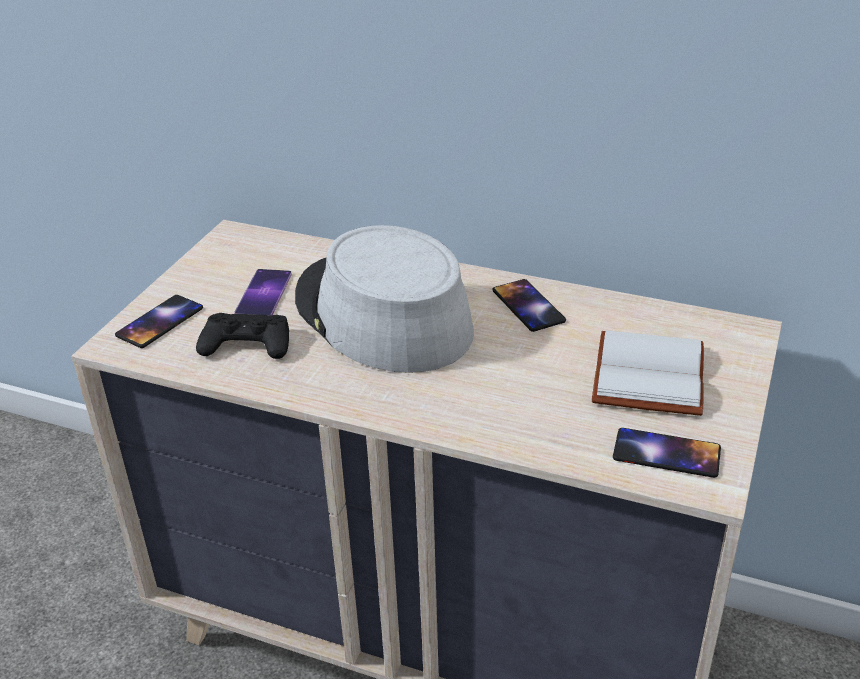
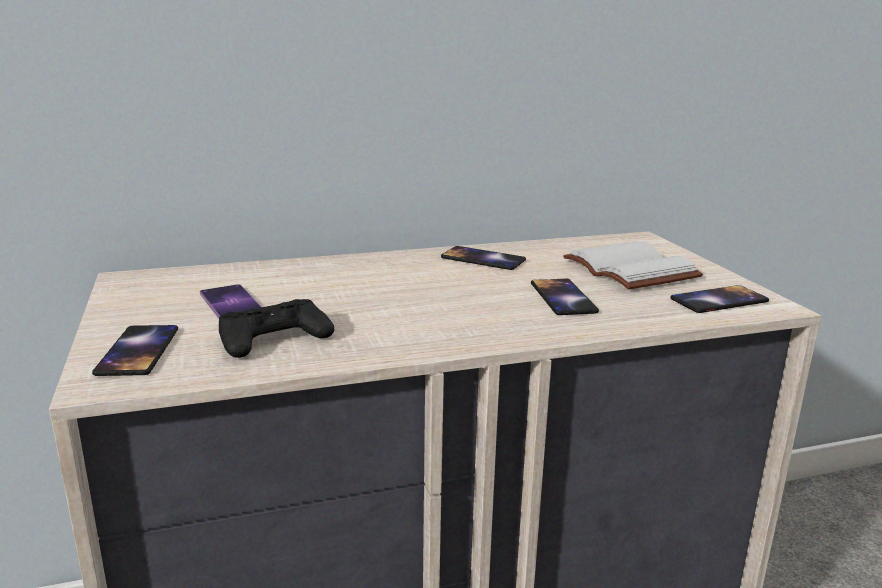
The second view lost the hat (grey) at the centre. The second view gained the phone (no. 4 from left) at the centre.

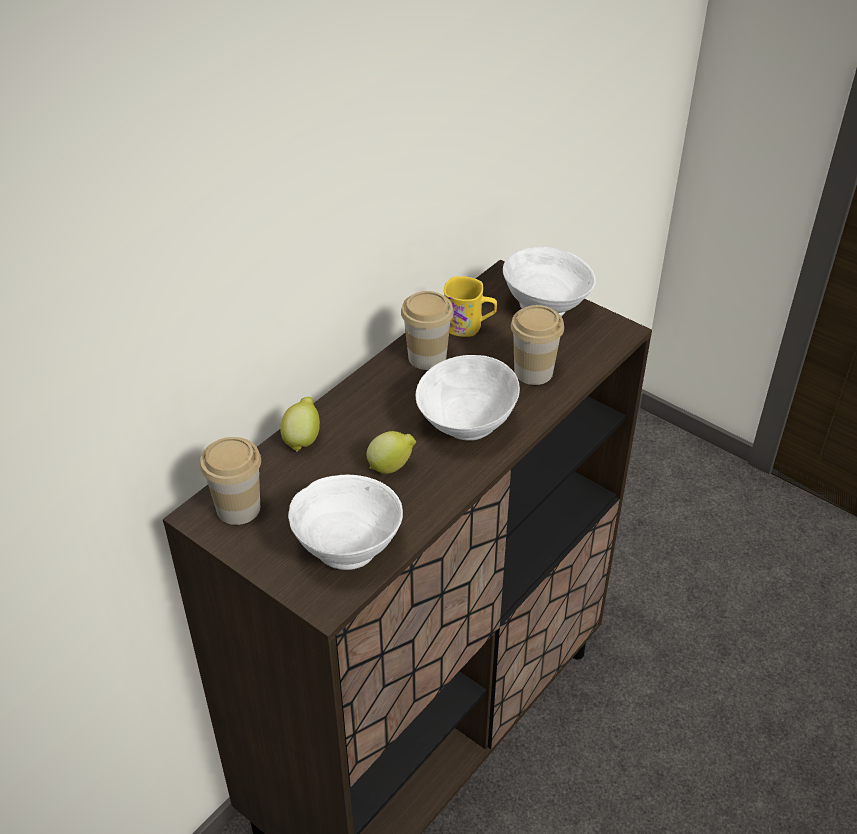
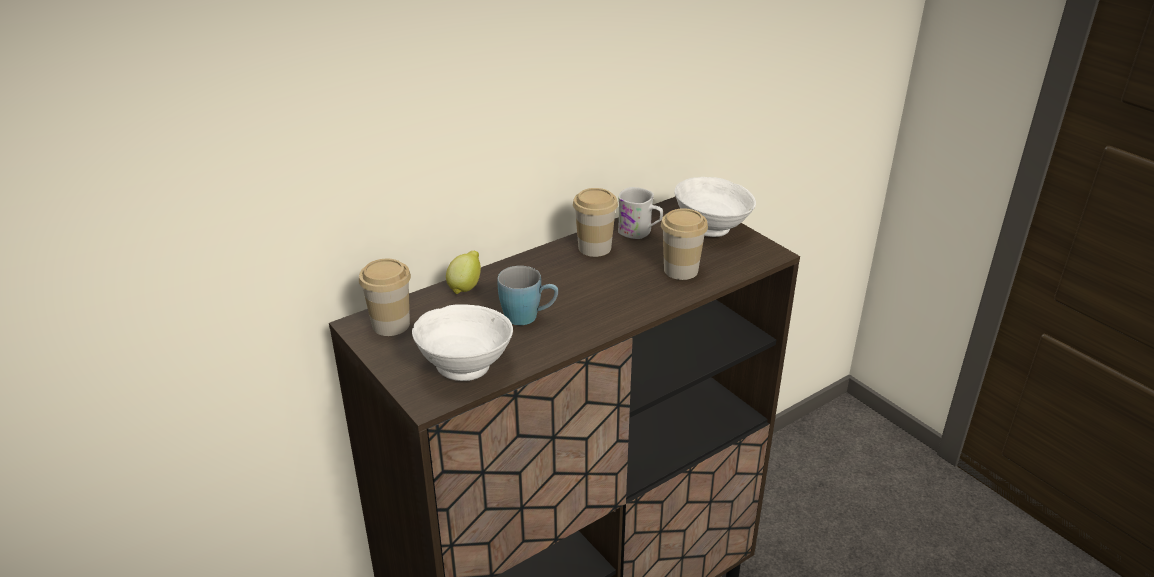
What was the mug (yellow) at the centre turned into the mug (white) at the centre. The second view lost the bowl (white) (no. 2 from left) at the centre. Where the lemon (no. 2 from left) stood at the centre, the mug (blue) came to stand at the centre.

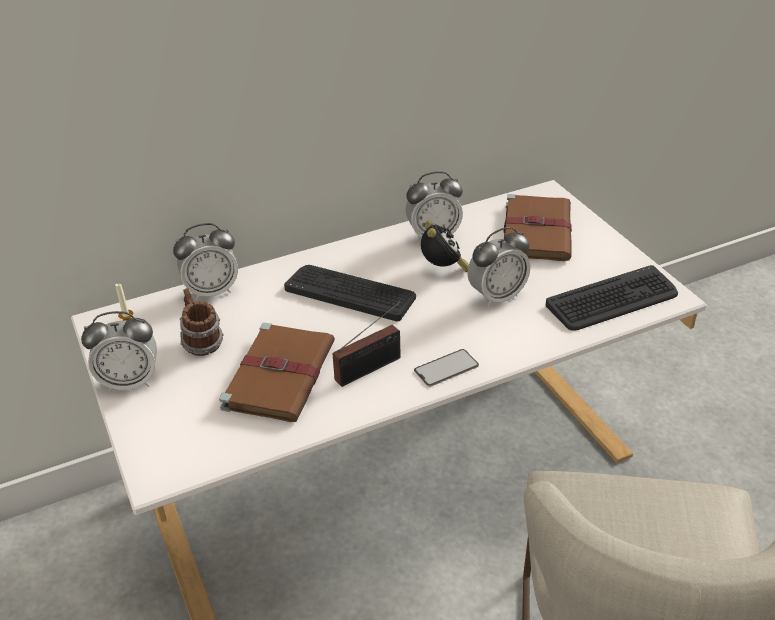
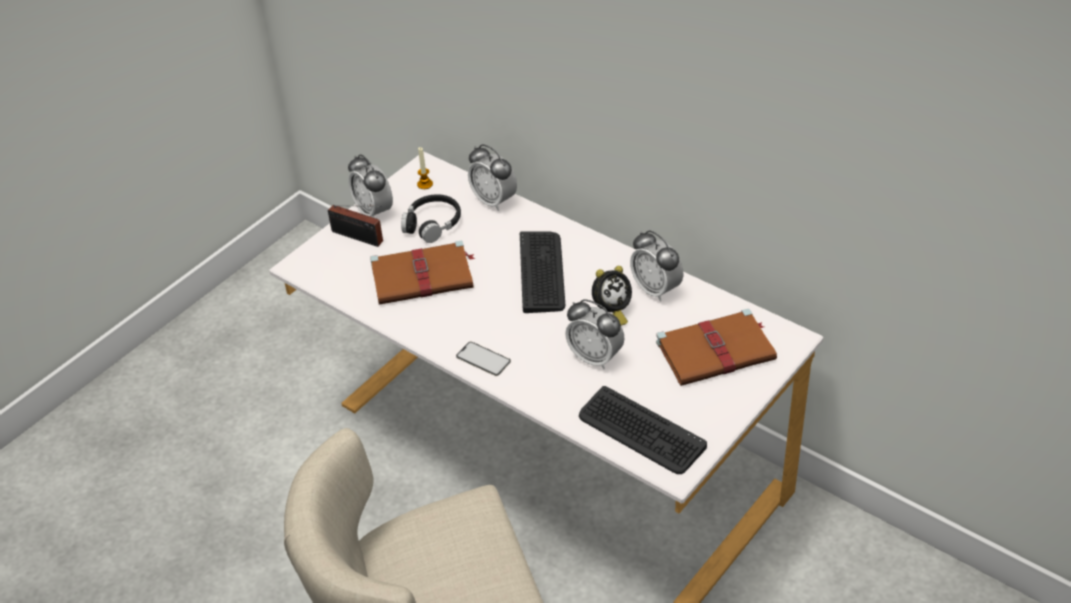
Where the mug stood at the middle left, the headphones (black) came to stand at the centre. The radio ended up elsewhere, having gone from the centre to the middle left.

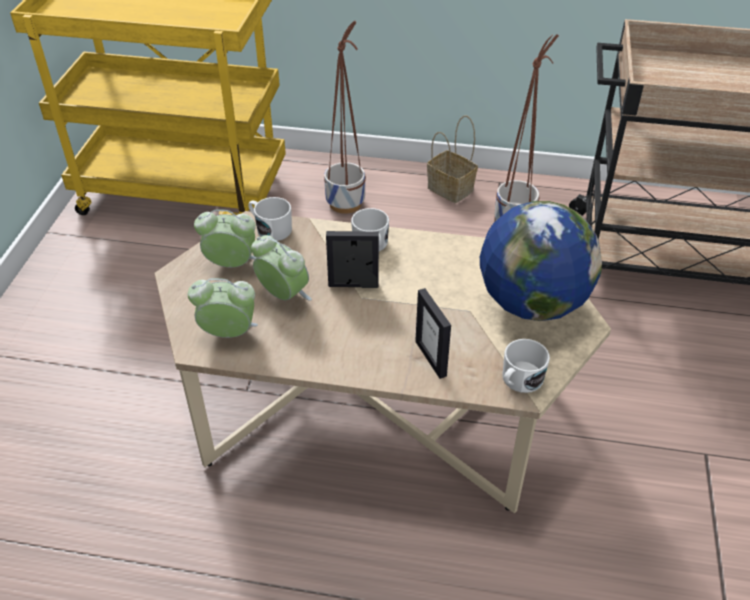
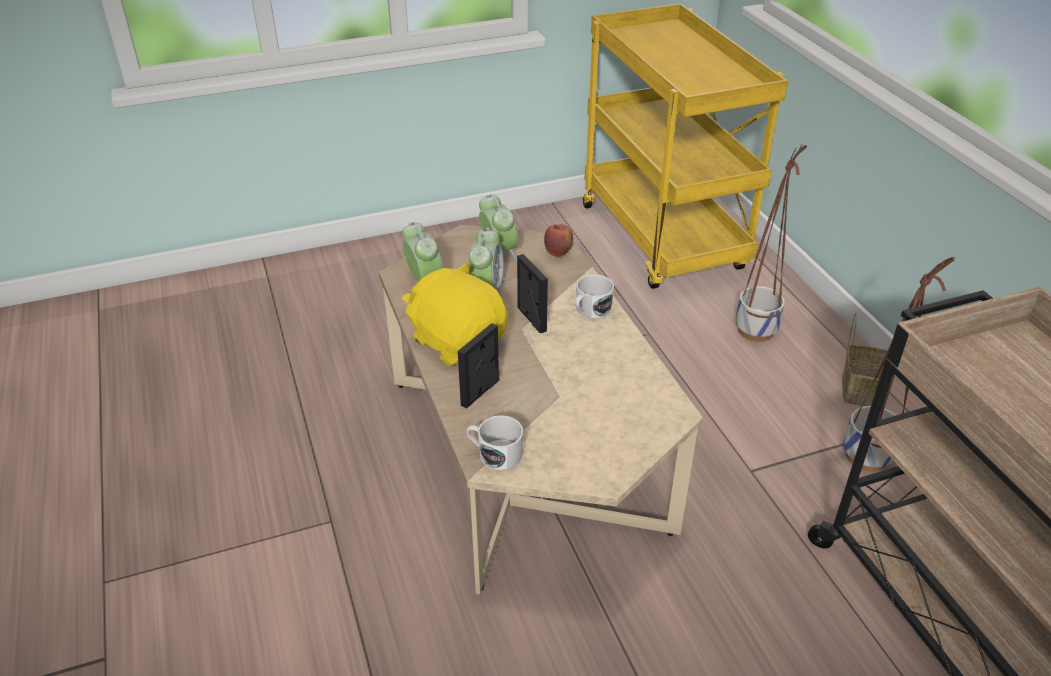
Where the mug (white) (no. 1 from left) stood at the centre, the apple came to stand at the centre. The second view lost the globe at the middle right. The second view gained the plush toy (yellow) at the centre.

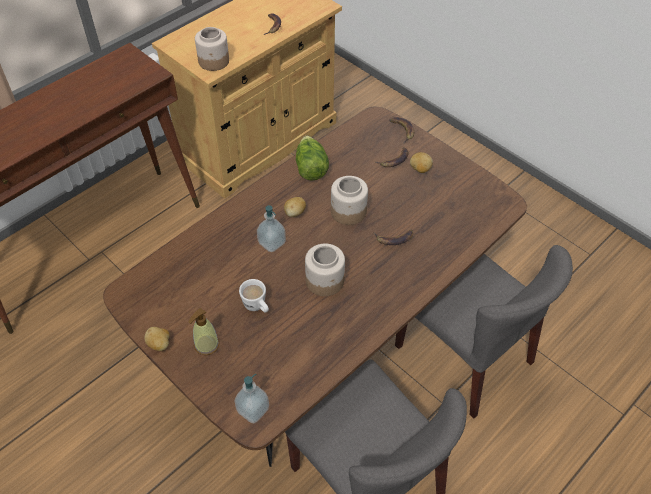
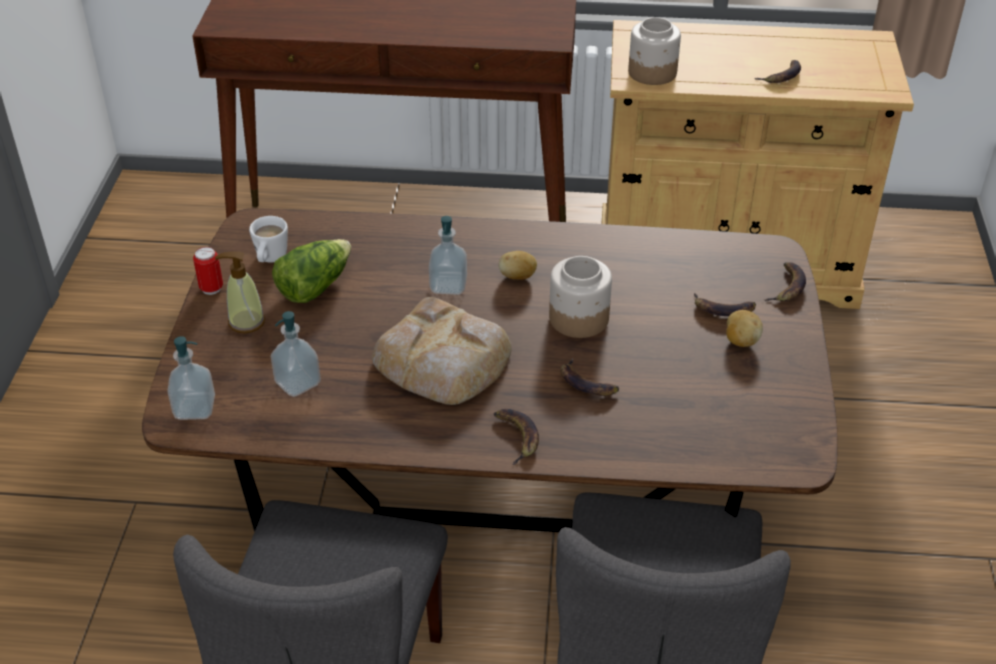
The lettuce ended up elsewhere, having gone from the top centre to the middle left. Where the jar (no. 2 from left) stood at the centre, the bread came to stand at the centre. The mug (white) ended up elsewhere, having gone from the centre to the middle left. Where the potato (no. 1 from left) stood at the bottom left, the can came to stand at the middle left. The second view gained the soap dispenser (no. 3 from left) at the middle left. The second view gained the banana (no. 1 from left) at the centre.

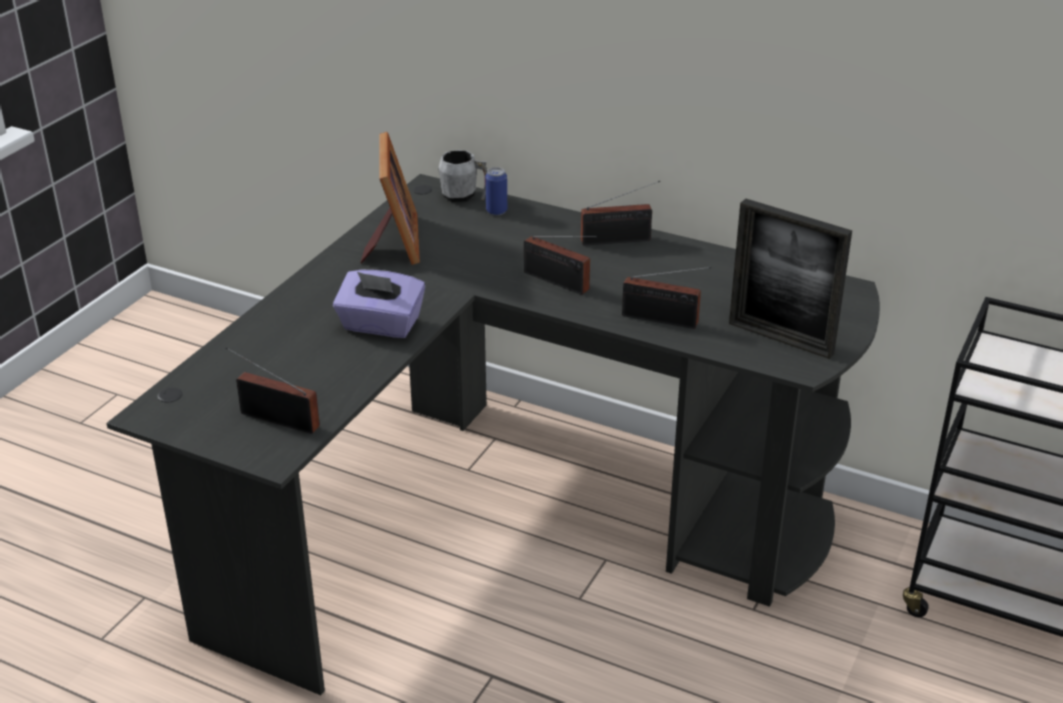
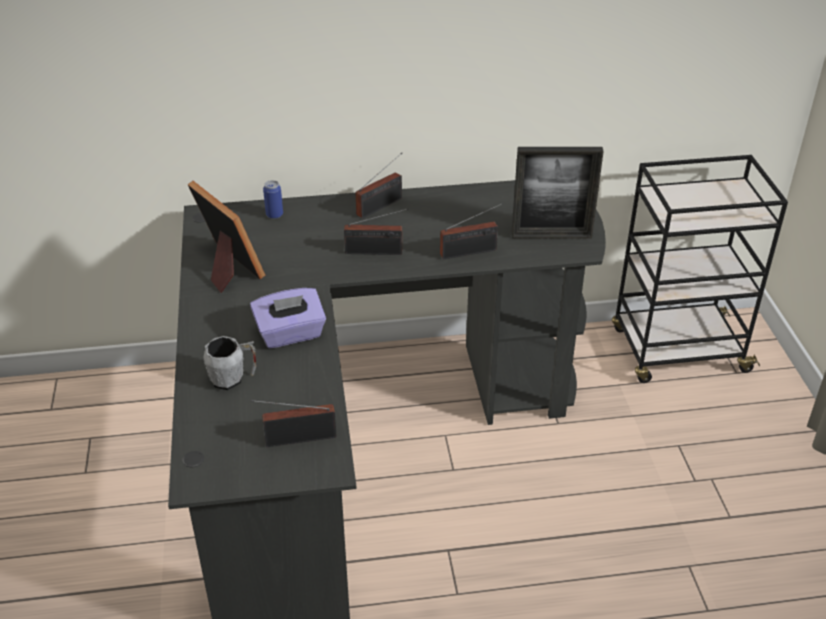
The mug (grey) ended up elsewhere, having gone from the top centre to the middle left.

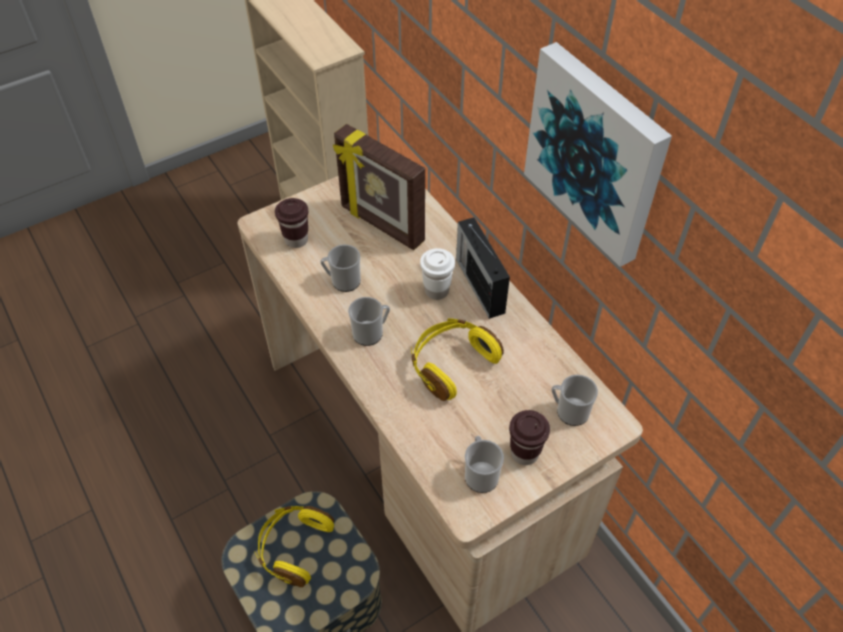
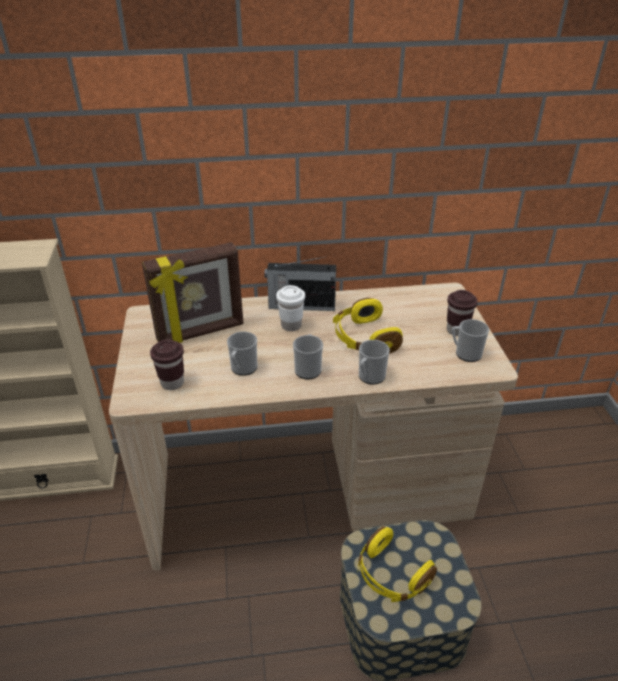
The second view lost the picture at the top right. The mug (no. 4 from left in the first image) ended up elsewhere, having gone from the middle right to the centre.

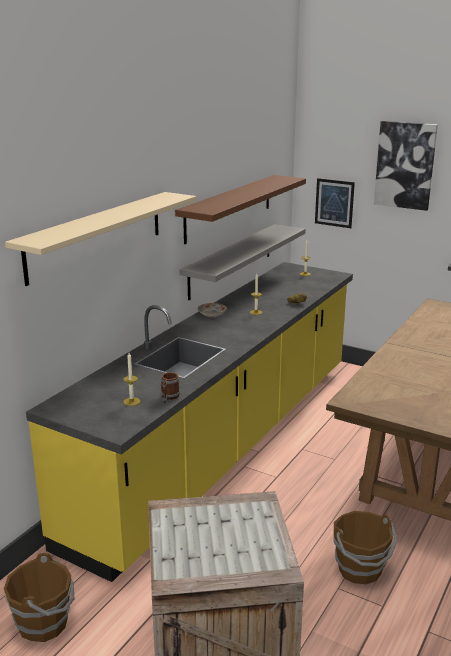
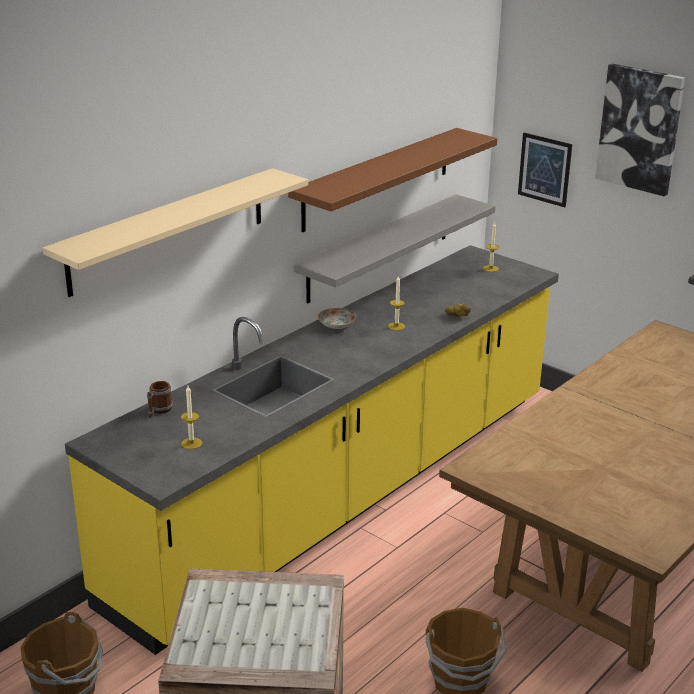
The mug ended up elsewhere, having gone from the centre to the middle left.

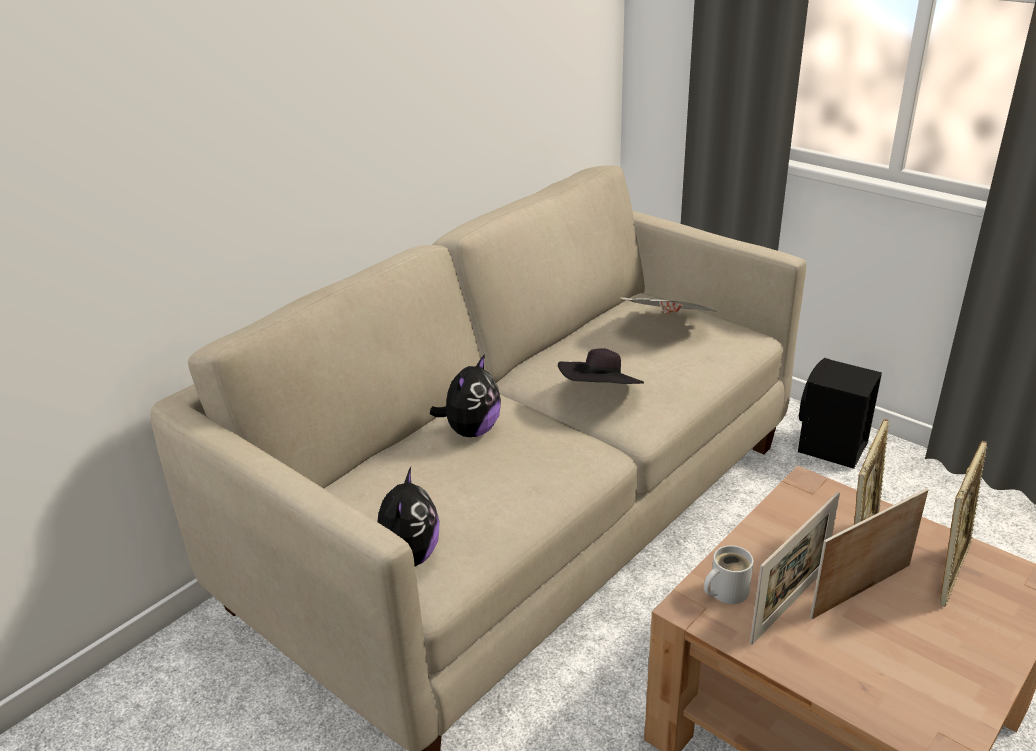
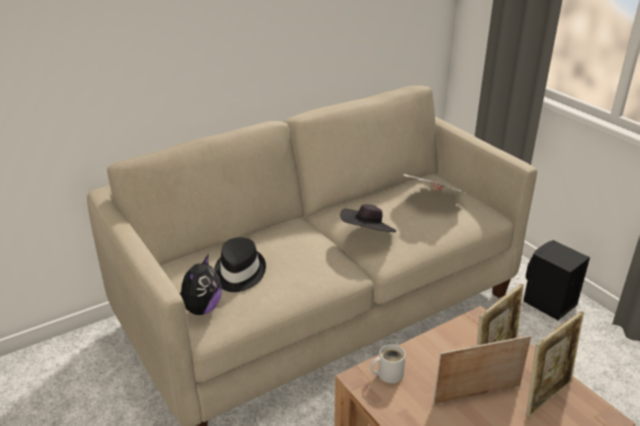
The second view lost the plush toy (no. 2 from left) at the centre. The second view lost the picture frame (no. 1 from left) at the bottom right. The second view gained the hat (black) (no. 1 from left) at the centre.

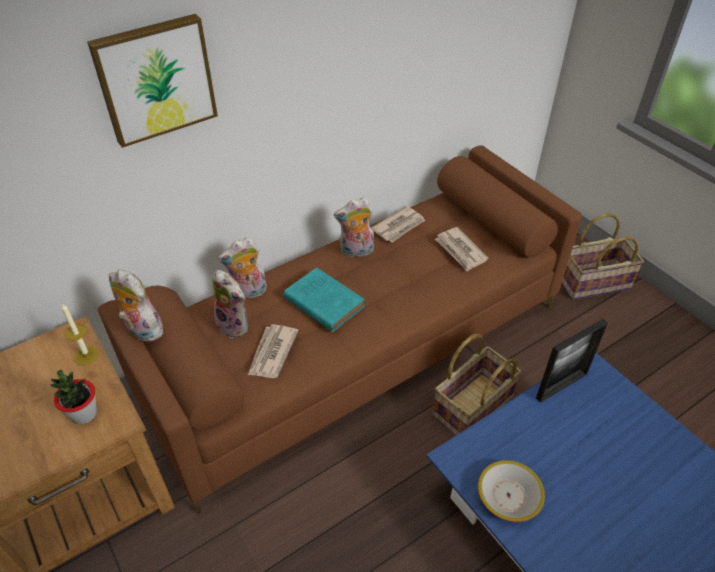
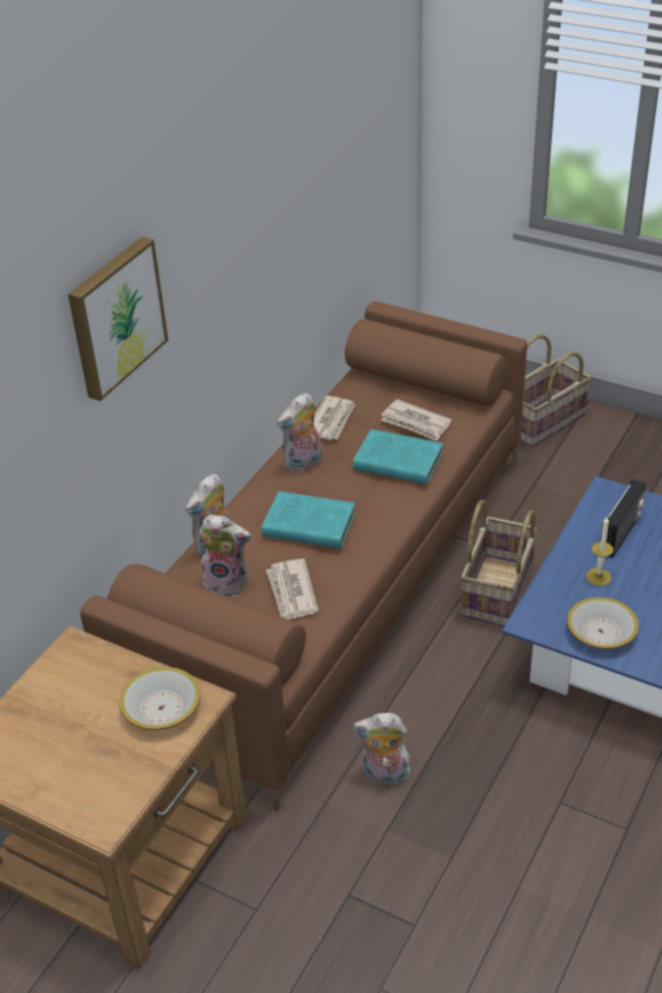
The plush toy (no. 1 from left in the first image) ended up elsewhere, having gone from the middle left to the bottom centre. The candle ended up elsewhere, having gone from the middle left to the middle right. The second view lost the picture frame at the middle right. Where the potted plant stood at the bottom left, the bowl (no. 1 from left) came to stand at the bottom left. The second view gained the book (turquoise) (no. 2 from left) at the centre. The second view gained the radio at the middle right.

